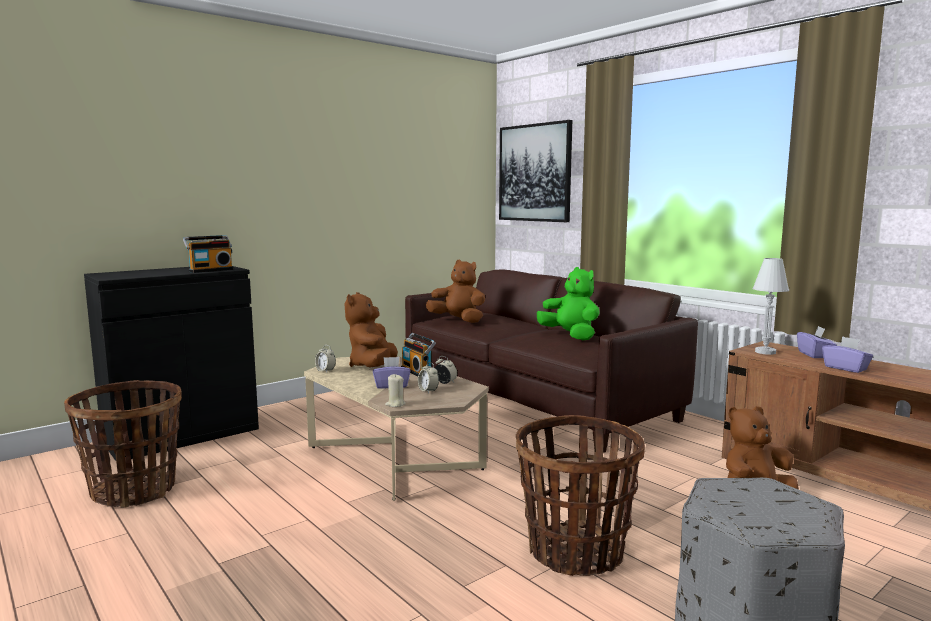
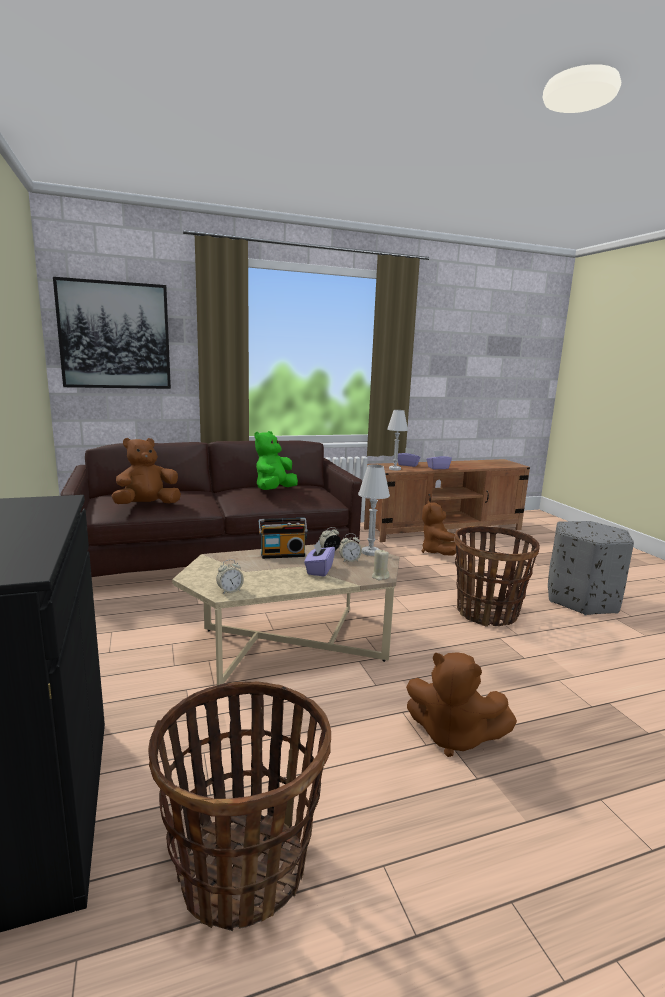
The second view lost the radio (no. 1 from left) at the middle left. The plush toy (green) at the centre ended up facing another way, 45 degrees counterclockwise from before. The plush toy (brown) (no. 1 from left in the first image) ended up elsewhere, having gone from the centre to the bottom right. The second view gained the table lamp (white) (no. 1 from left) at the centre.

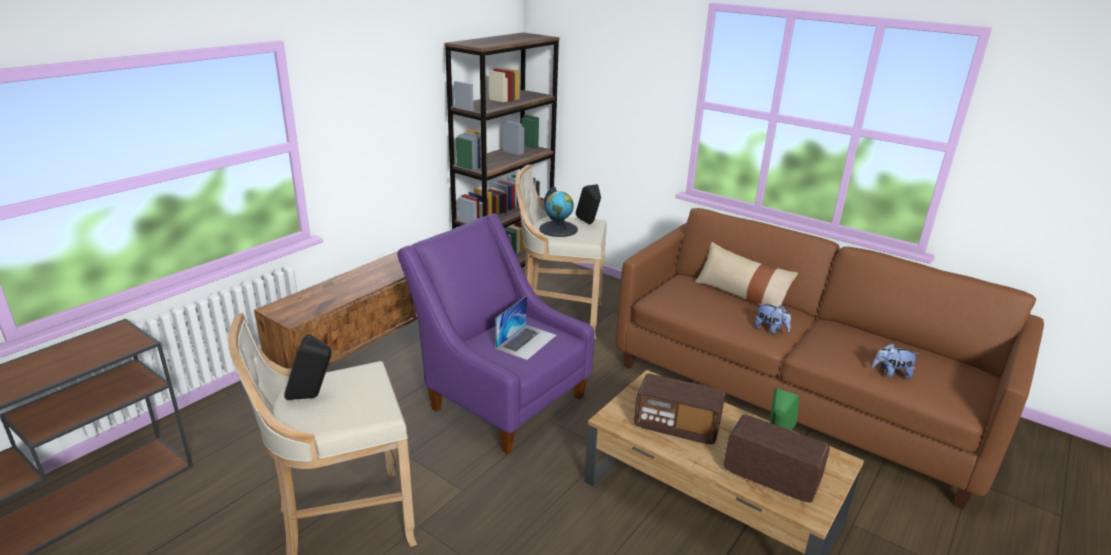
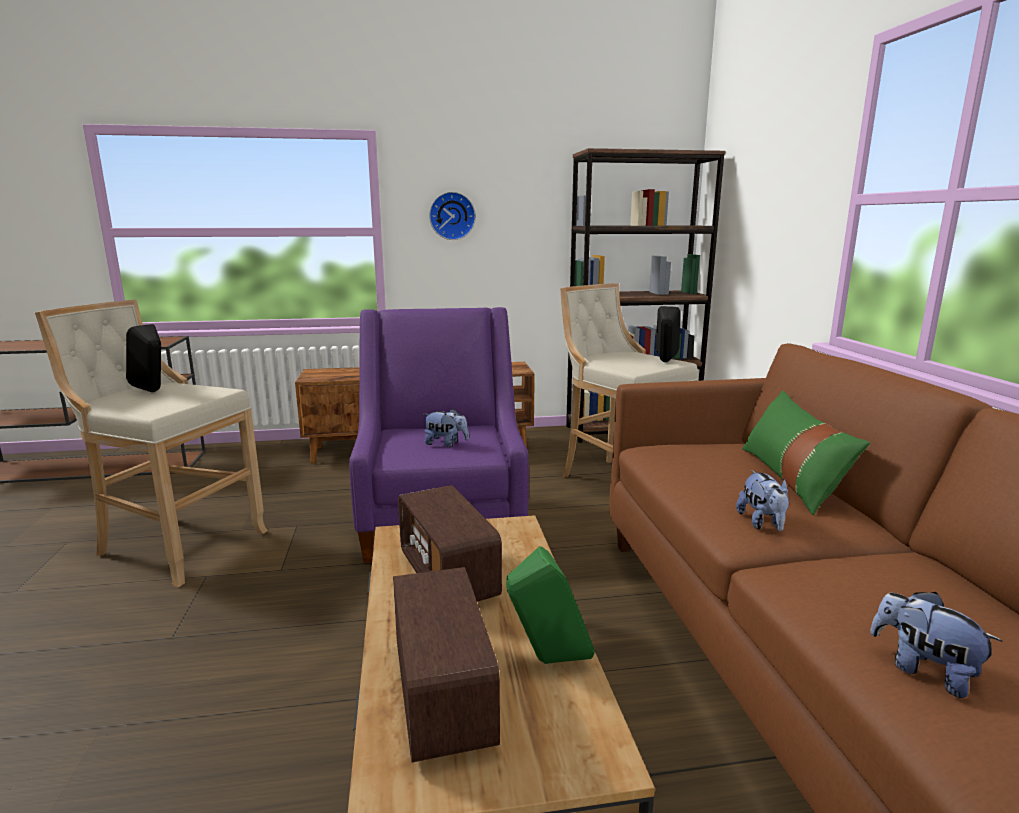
The second view lost the globe at the centre. What was the pillow (beige) at the middle right turned into the pillow (green) at the middle right. Where the laptop stood at the centre, the plush toy (no. 1 from left) came to stand at the centre. The second view gained the wall clock at the top centre.

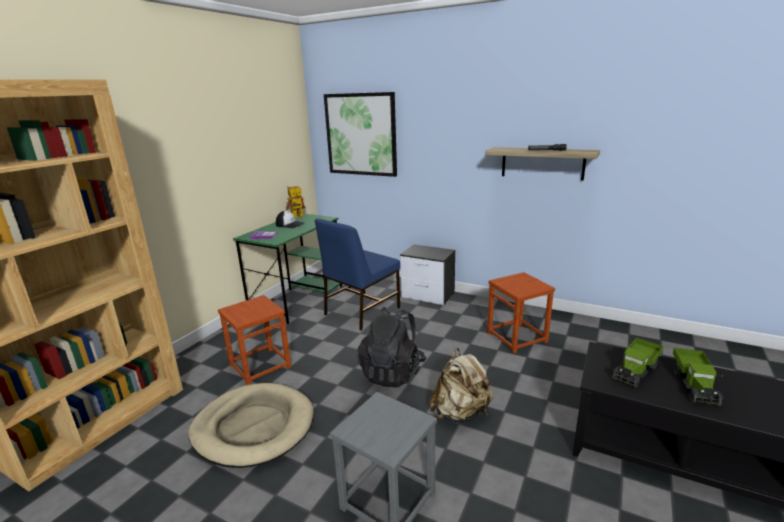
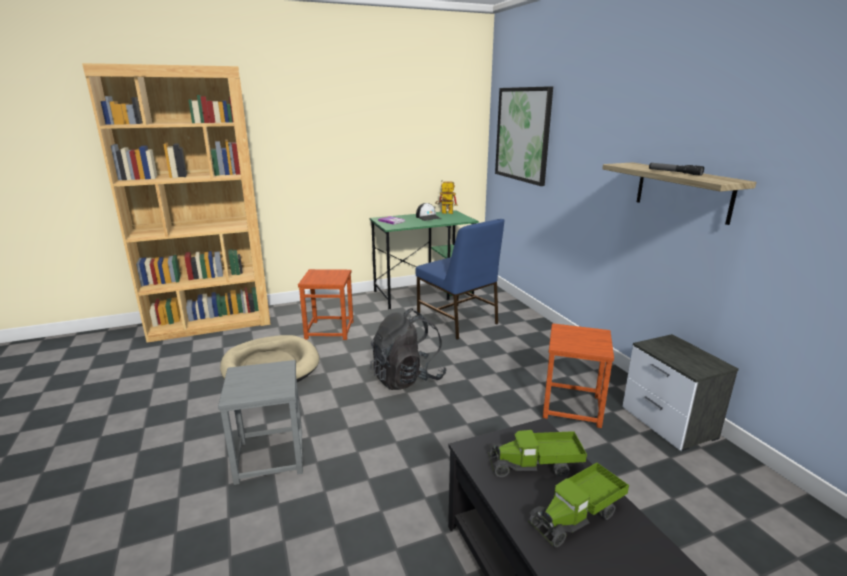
The chair (blue) at the centre ended up facing another way, 120 degrees counterclockwise from before. The nightstand ended up elsewhere, having gone from the centre to the bottom right. The second view lost the backpack (beige) at the bottom centre.

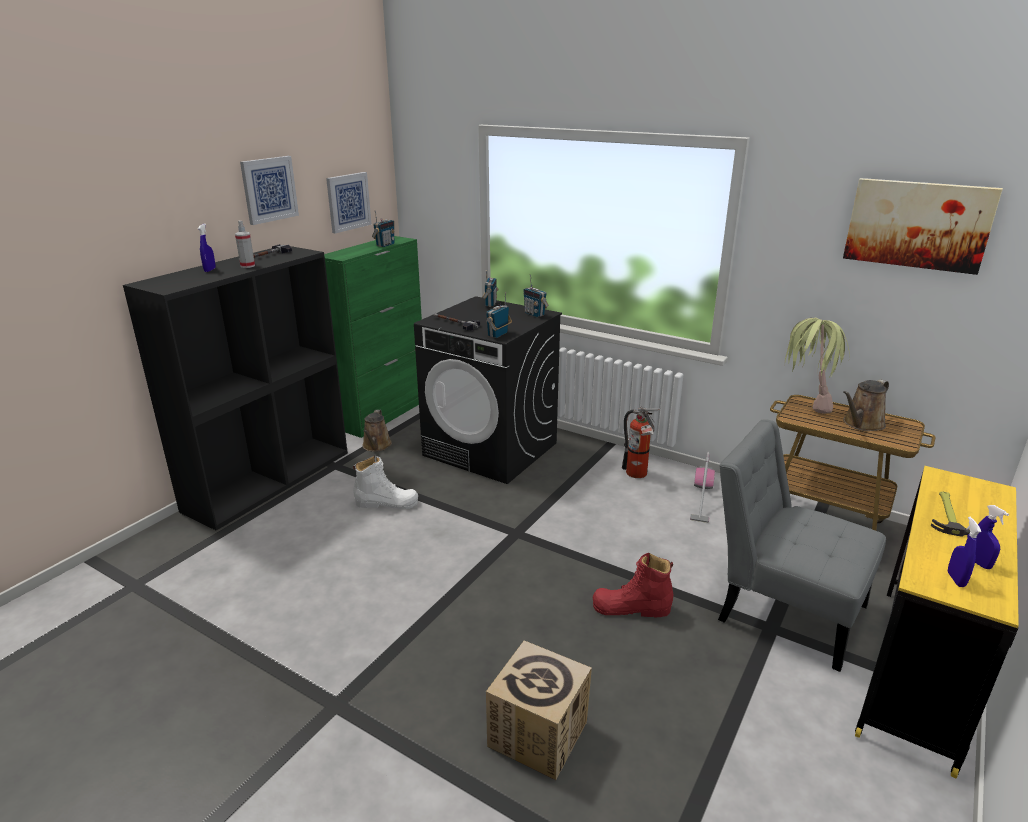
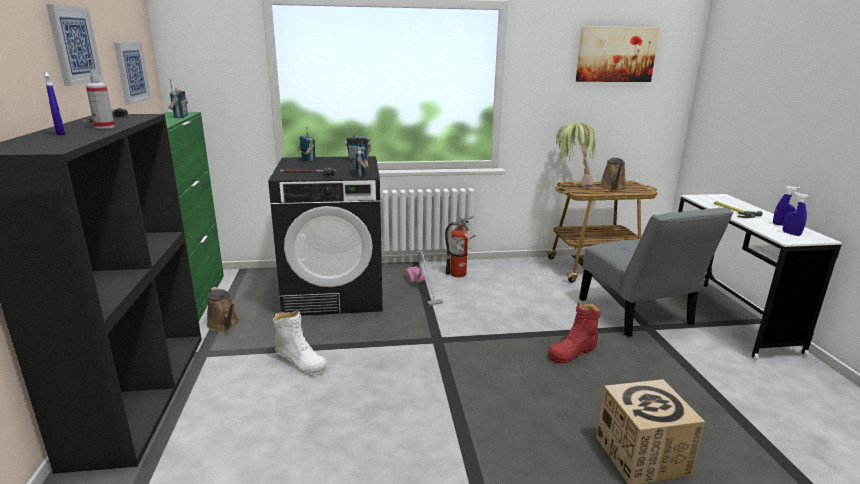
The chair (grey) at the middle right ended up facing another way, 105 degrees counterclockwise from before. The vacuum cleaner ended up elsewhere, having gone from the middle right to the centre. The boot (white) at the centre ended up facing another way, 75 degrees clockwise from before. What was the desk (yellow) at the bottom right turned into the desk (white) at the middle right.

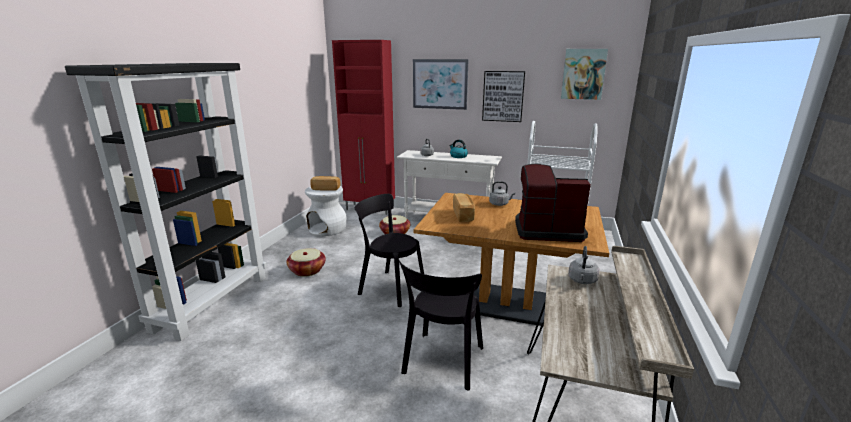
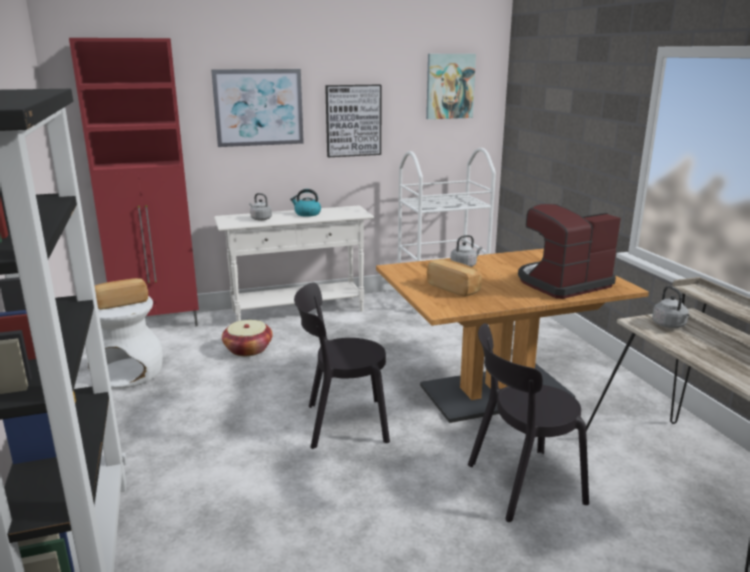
The second view lost the basket (no. 1 from left) at the centre. The chair (black) (no. 2 from left) at the bottom centre ended up facing another way, 90 degrees clockwise from before.

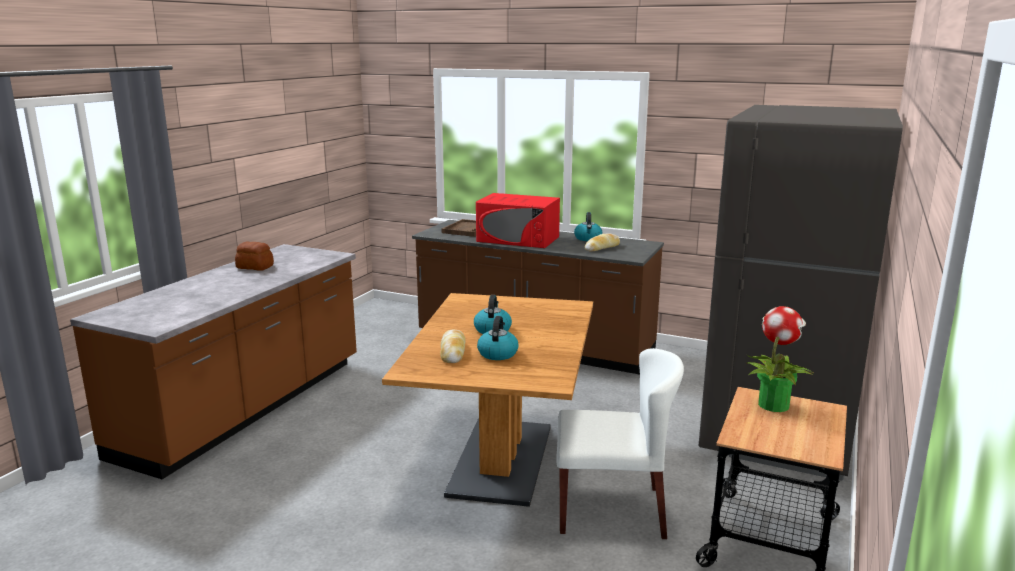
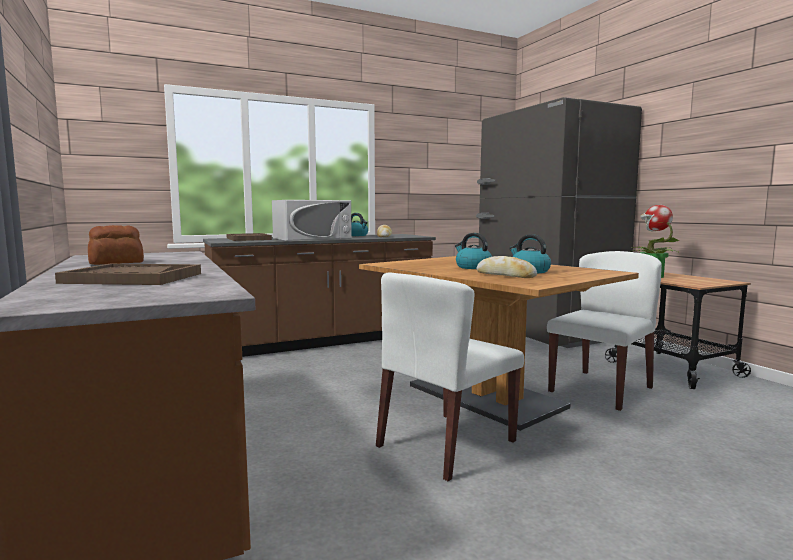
What was the microwave (red) at the centre turned into the microwave (white) at the centre. The second view gained the tray (brown) (no. 1 from left) at the middle left. The second view gained the chair (white) (no. 1 from left) at the bottom centre.

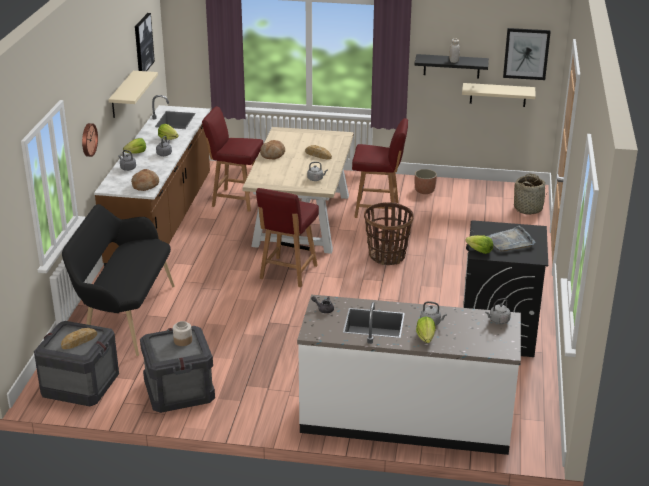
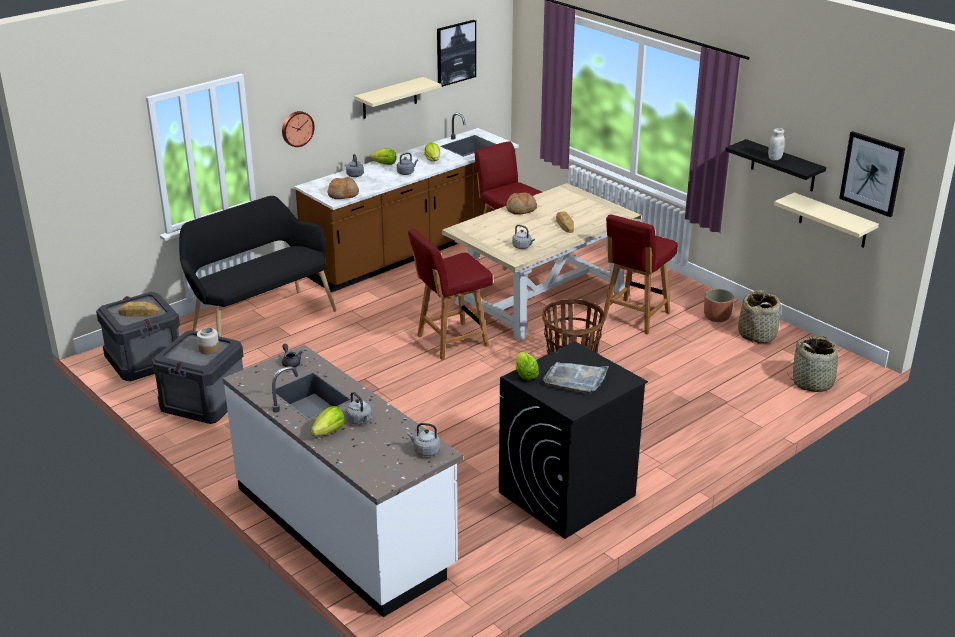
The chair (red) (no. 3 from left) at the centre ended up facing another way, 75 degrees clockwise from before. The second view gained the basket (no. 2 from left) at the middle right.

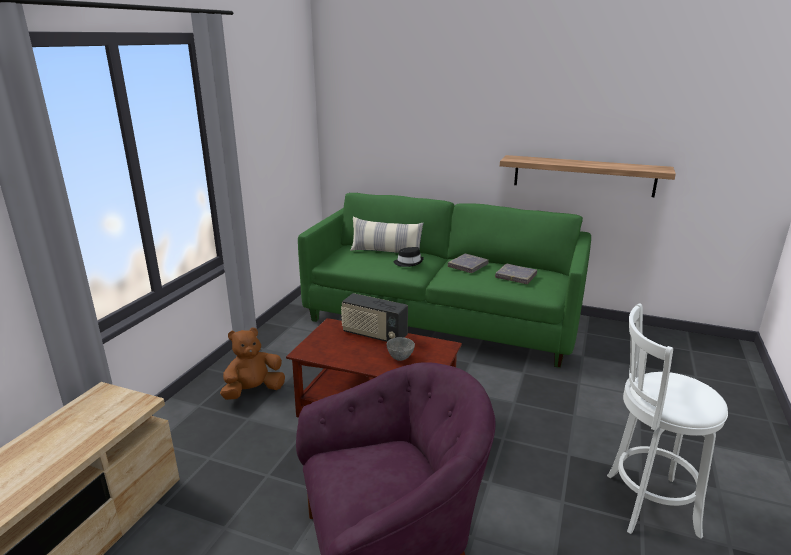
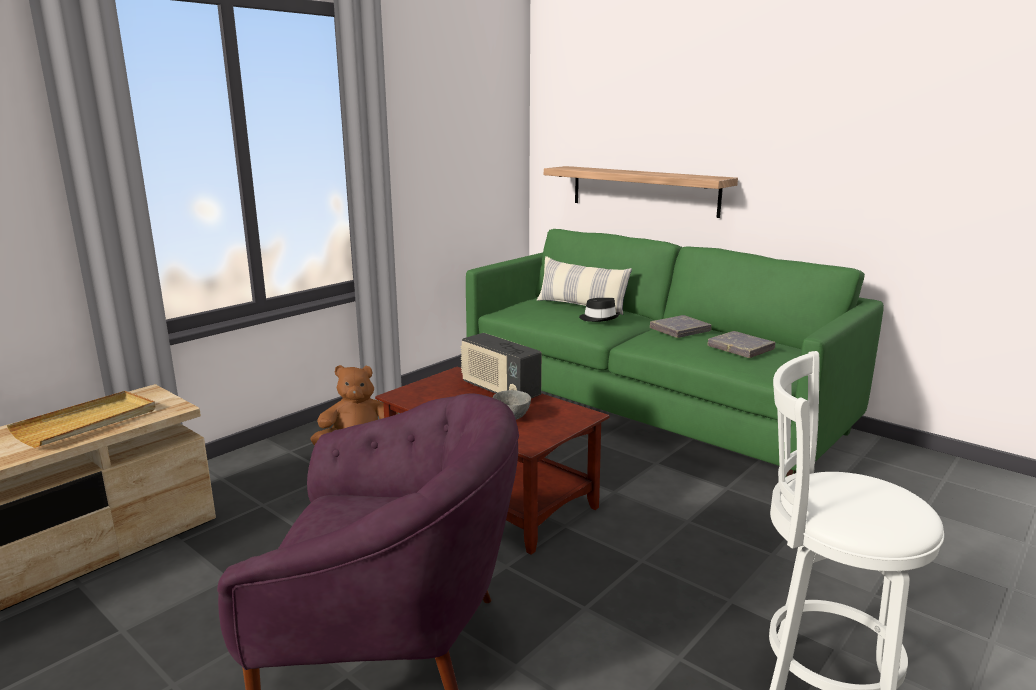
The shelf ended up elsewhere, having gone from the top right to the top centre. The second view gained the tray (beige) at the middle left.

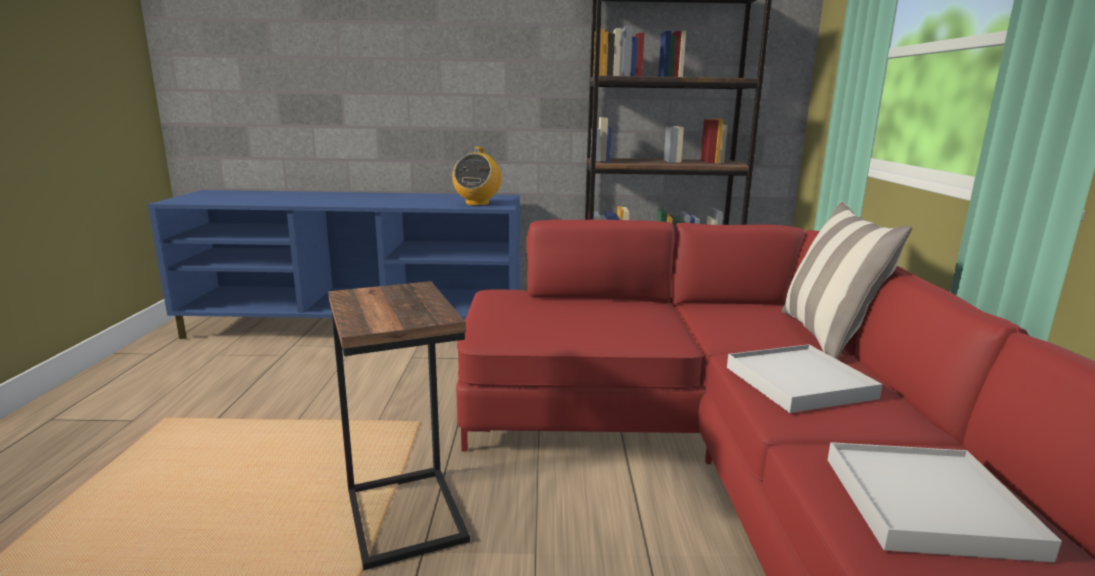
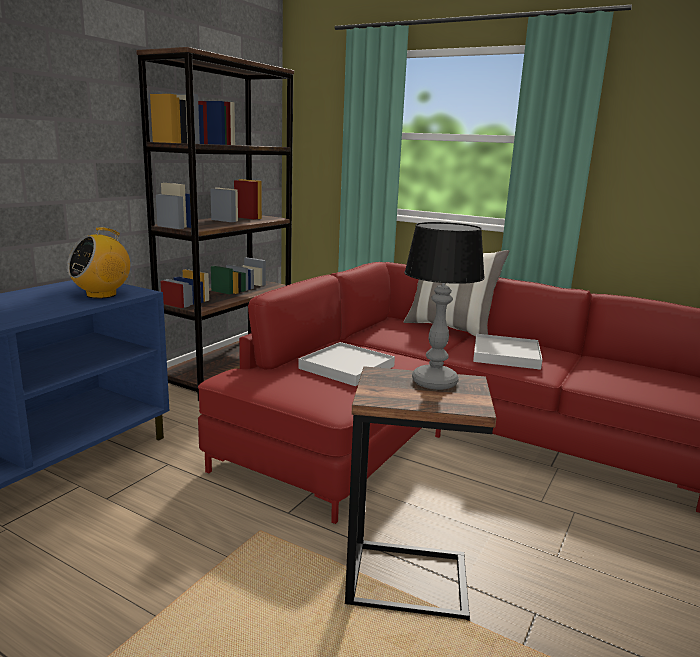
The radio at the top centre ended up facing another way, 90 degrees clockwise from before. The tray (white) (no. 2 from left in the first image) ended up elsewhere, having gone from the bottom right to the centre. The second view gained the table lamp at the centre.

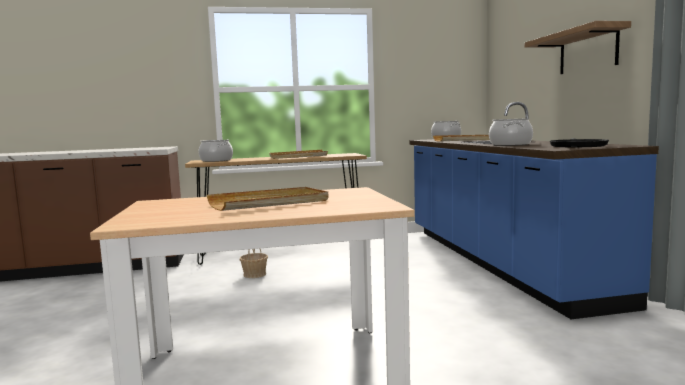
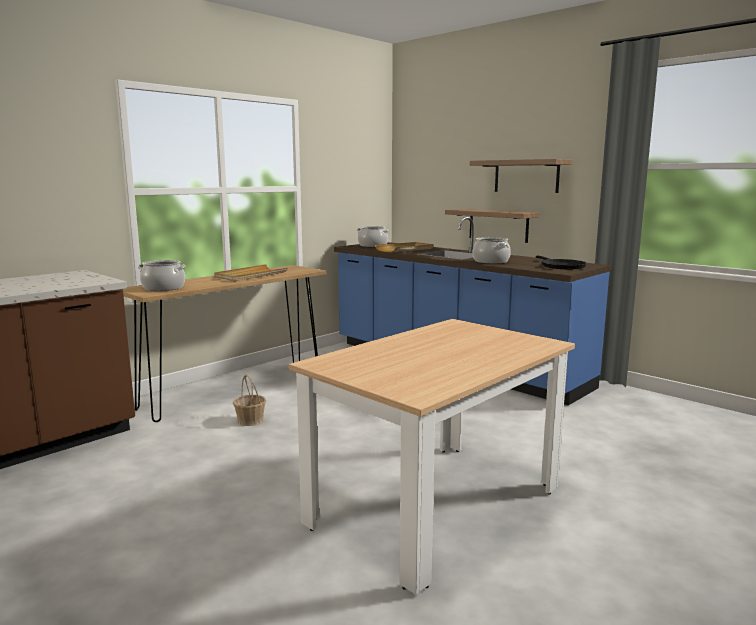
The second view lost the tray (beige) (no. 1 from left) at the centre. The second view gained the shelf (no. 1 from left) at the centre.

